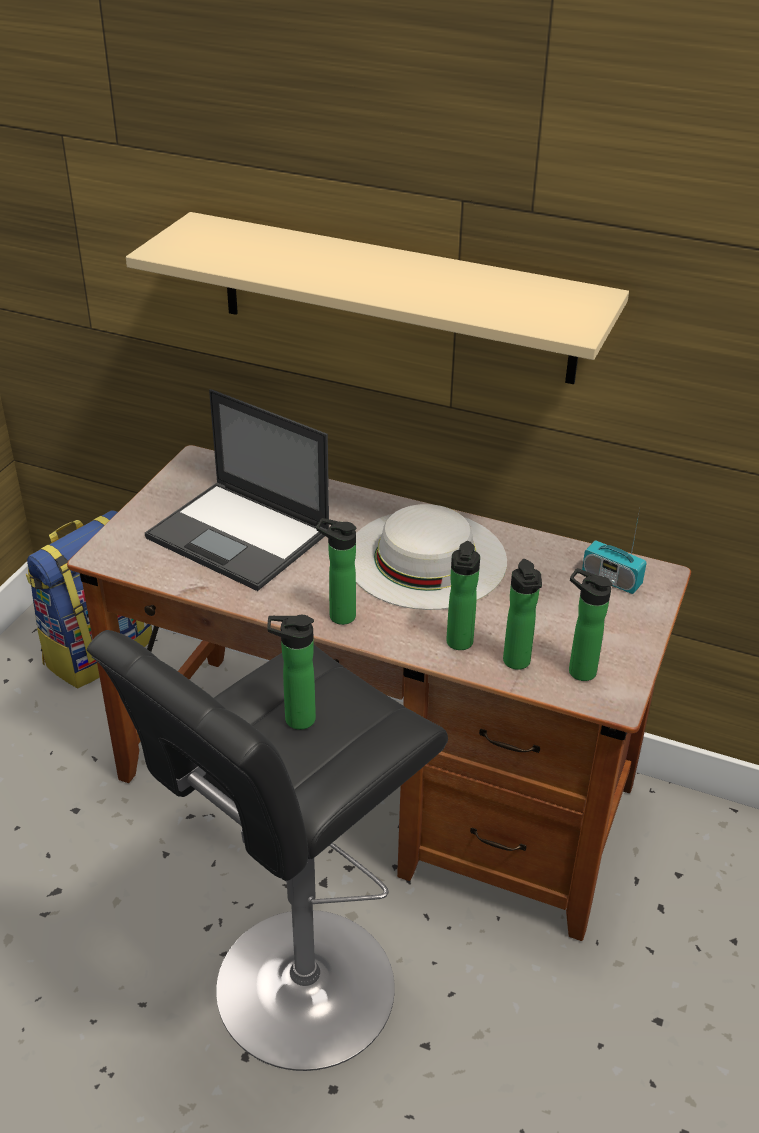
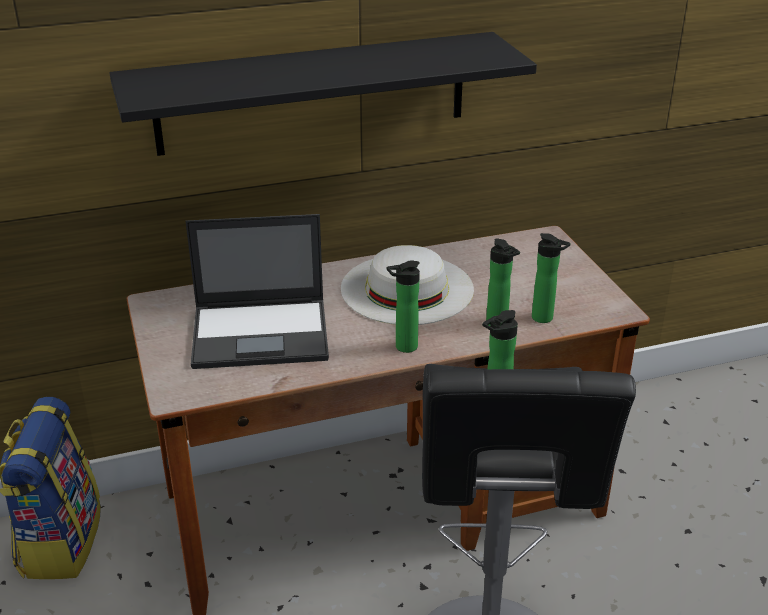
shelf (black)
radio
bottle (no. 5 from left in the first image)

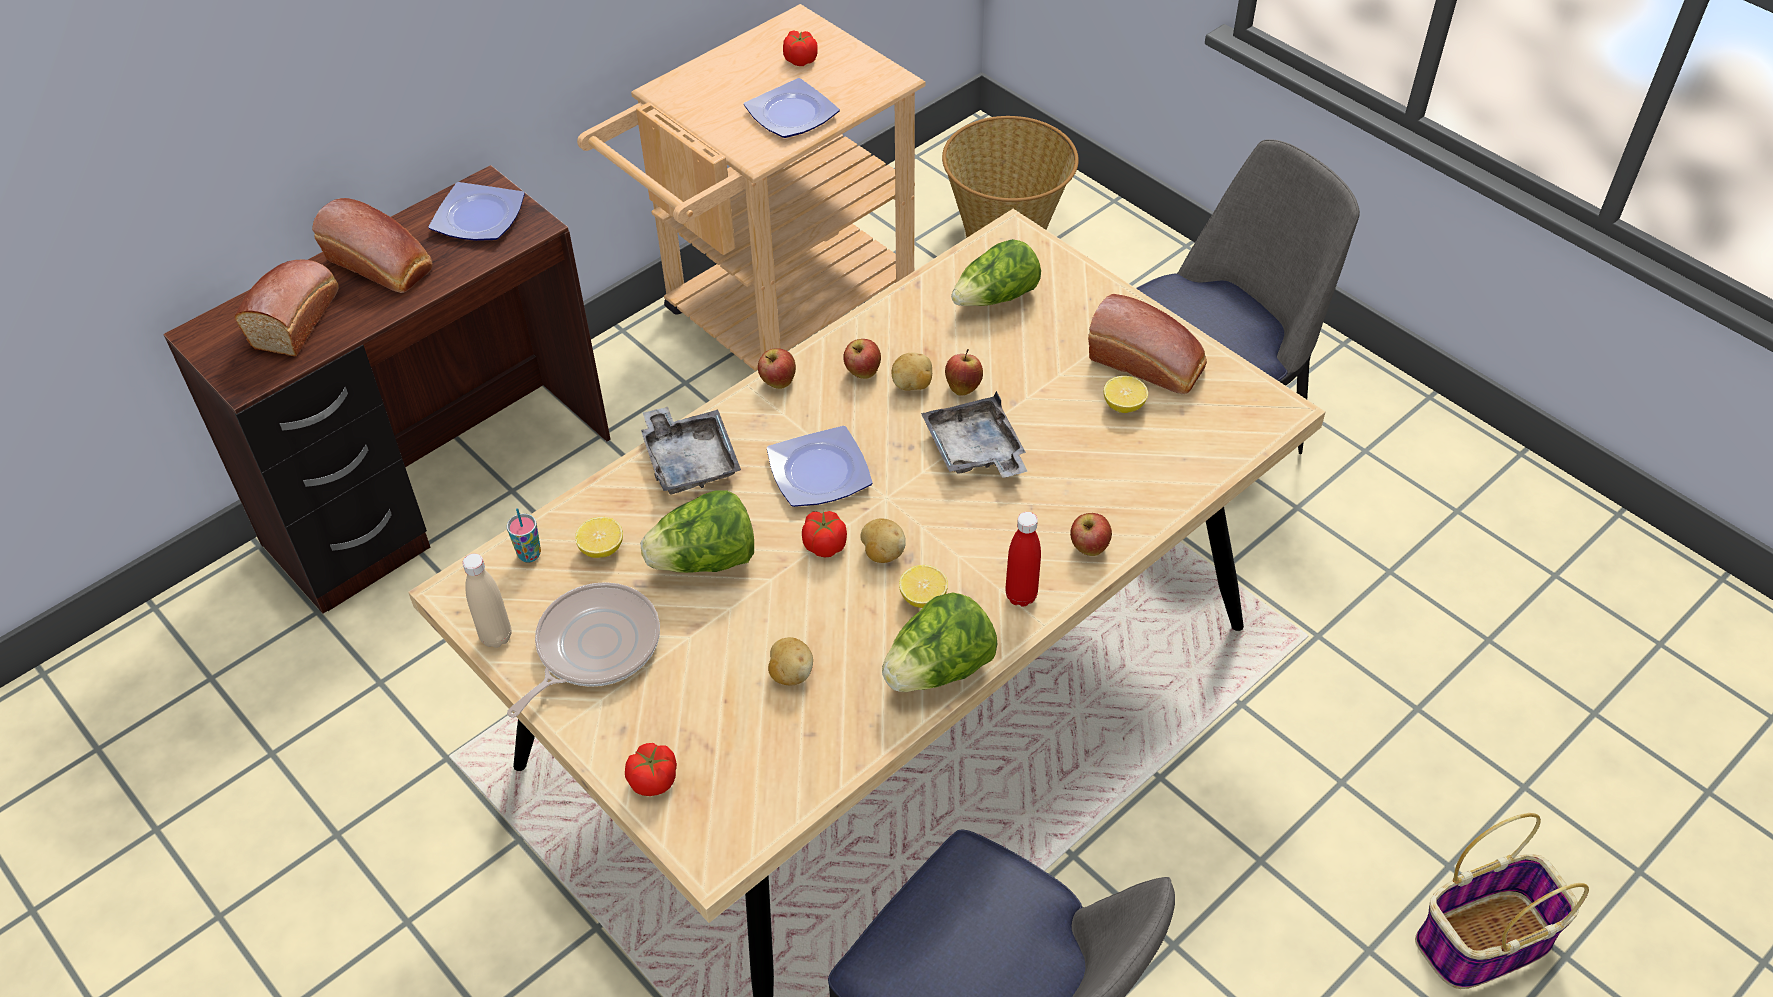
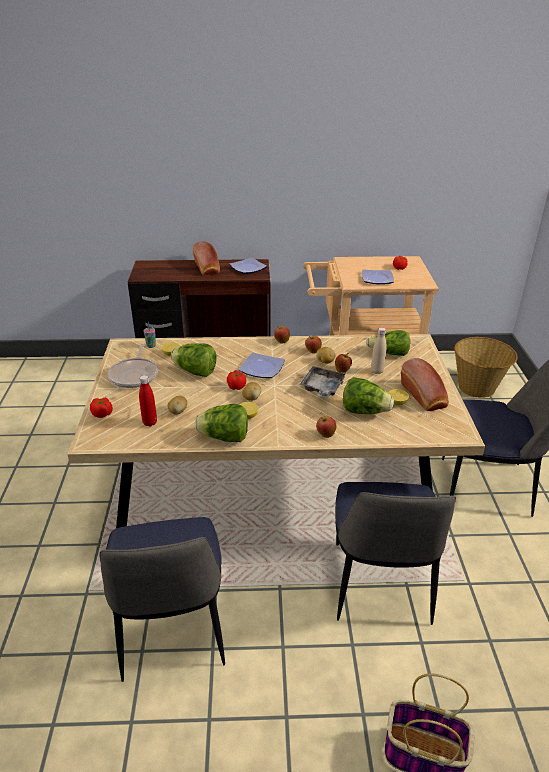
bread (no. 1 from left in the first image)
tray (grey) (no. 1 from left in the first image)
bottle (red)
bottle (beige)
frying pan
lettuce (no. 3 from left)
chair (no. 2 from left)

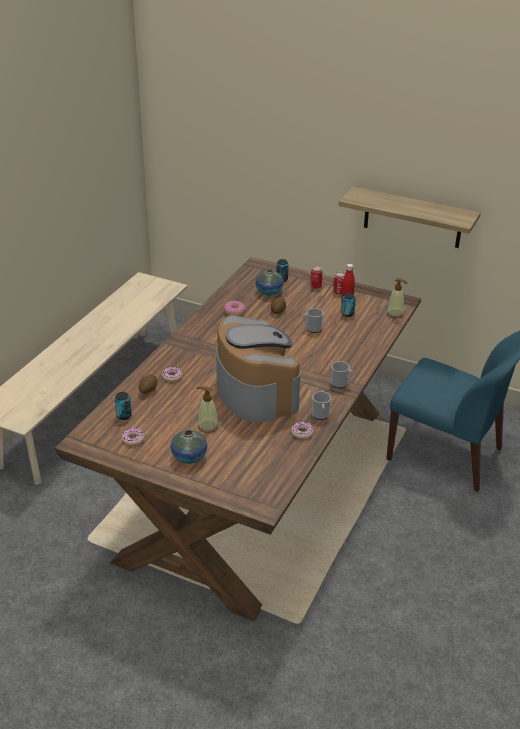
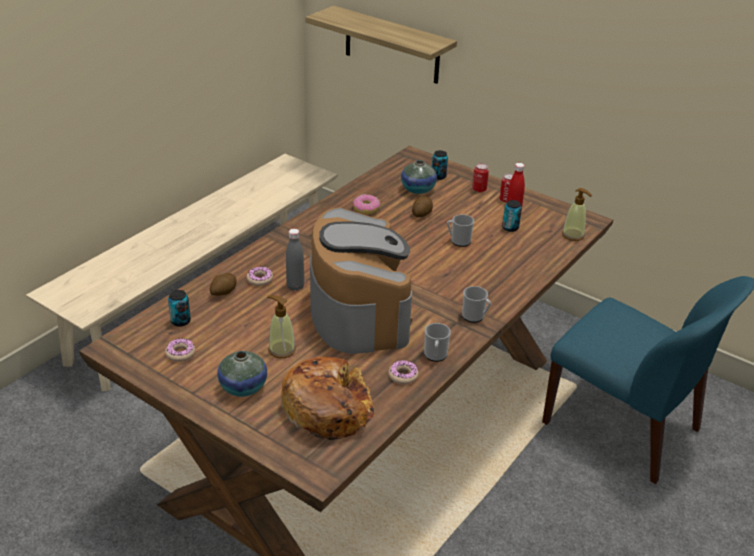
shelf
bottle (grey)
bread

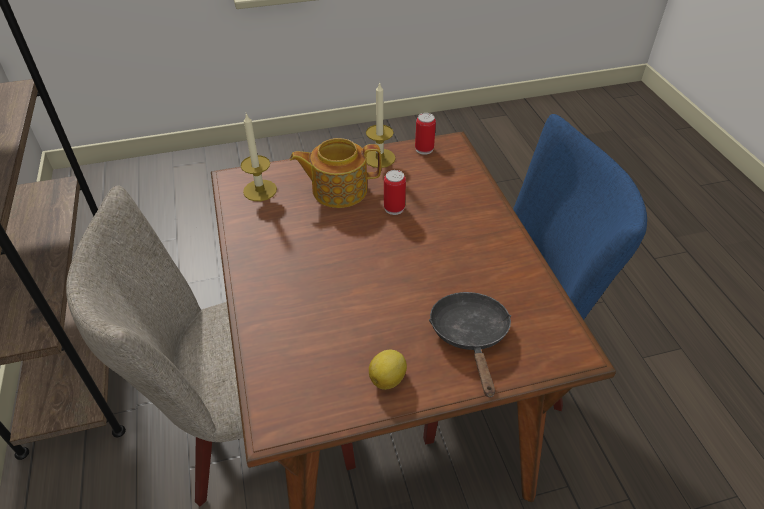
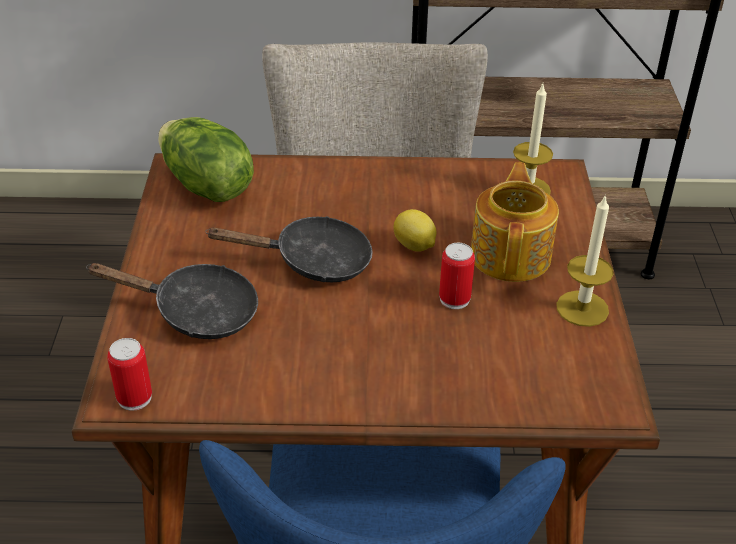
can (no. 1 from left)
lemon
lettuce
frying pan (black) (no. 2 from left)

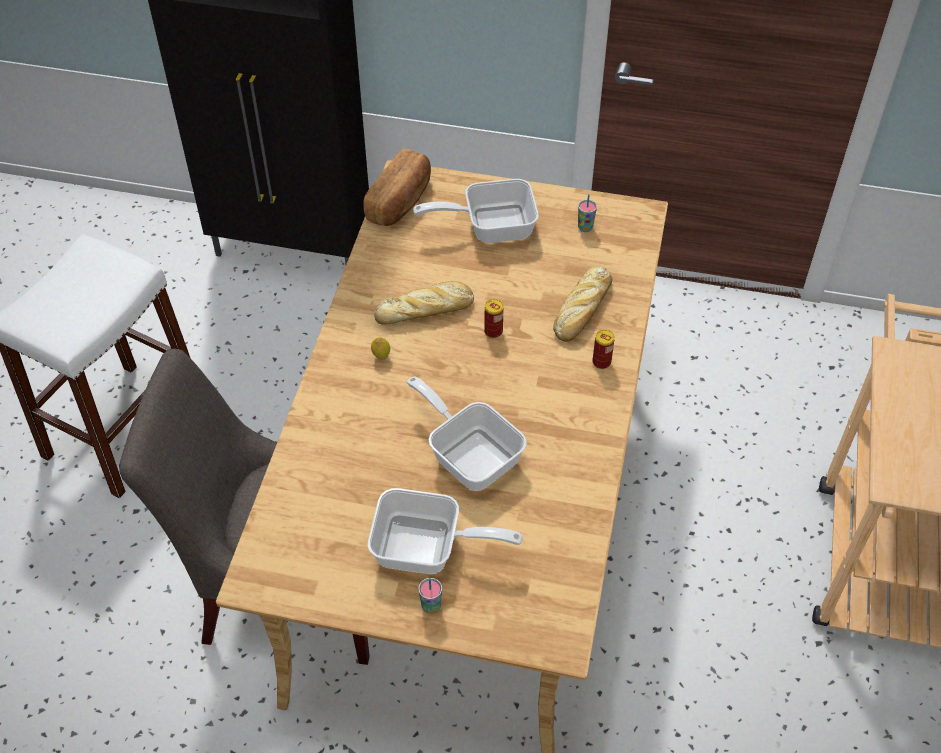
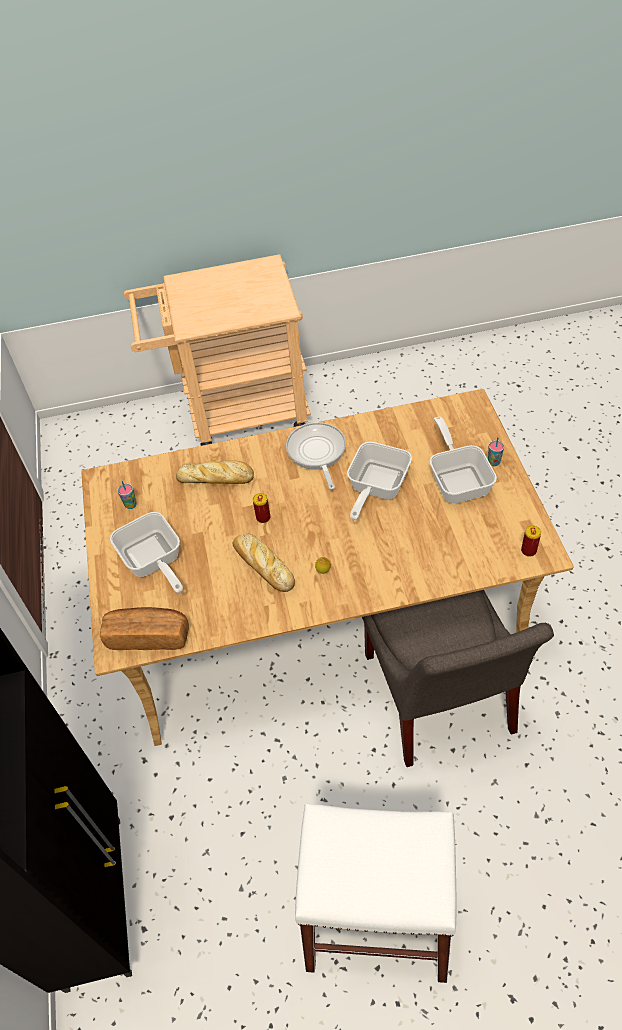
can (no. 2 from left)
frying pan (no. 2 from left)

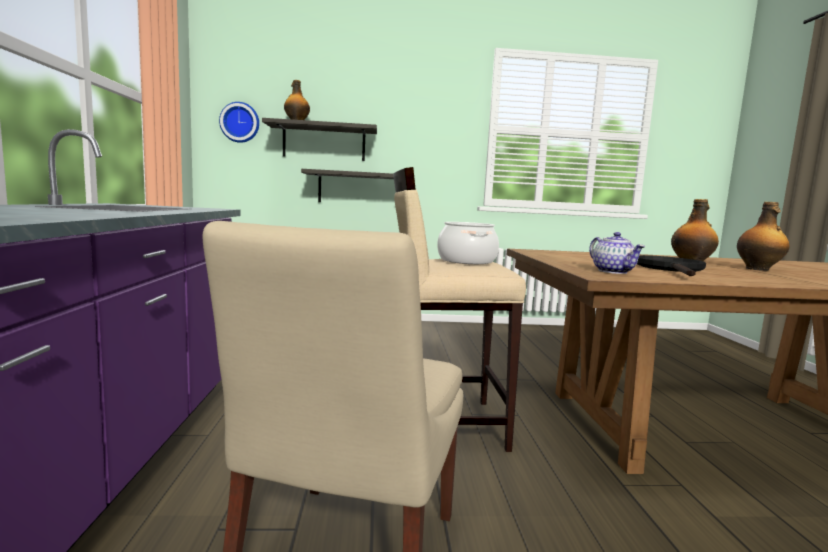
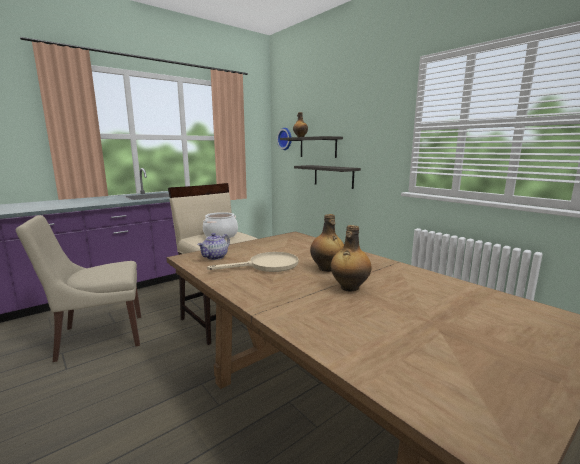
frying pan (beige)

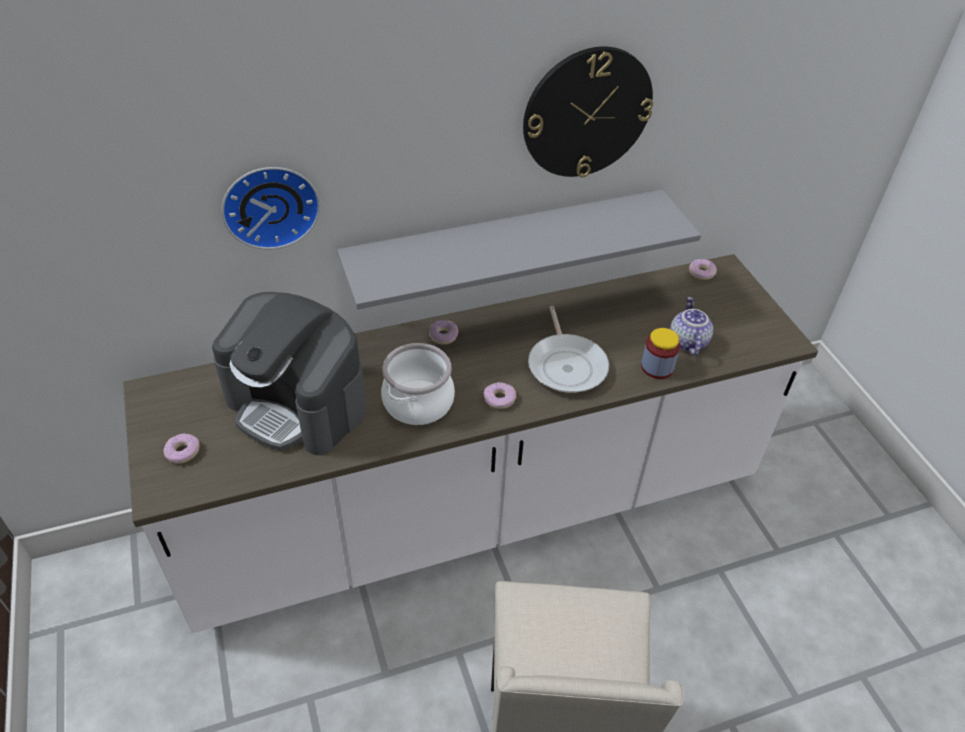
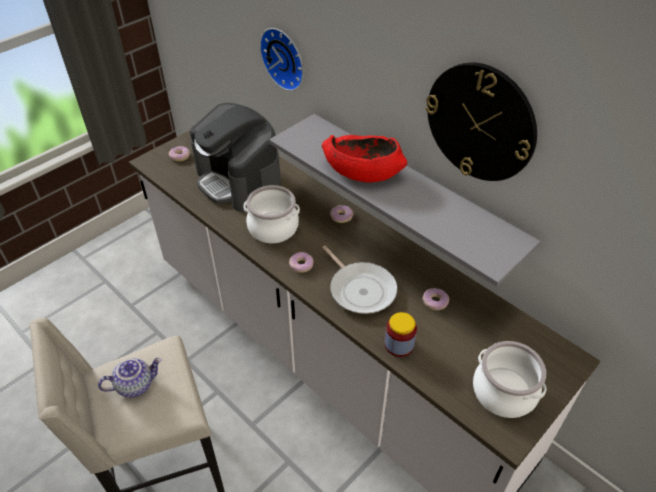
donut (no. 4 from left)
coffee machine
teapot
frying pan
bowl (red)
cooking pot (no. 2 from left)

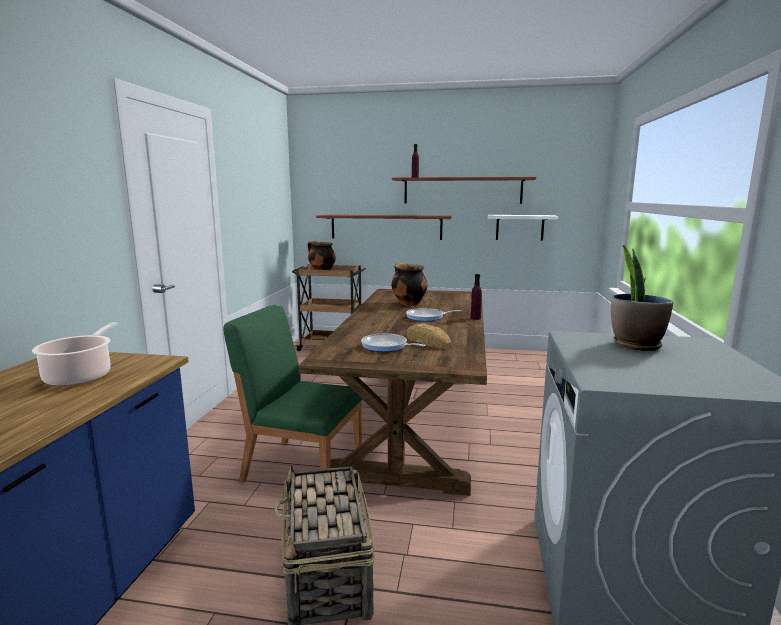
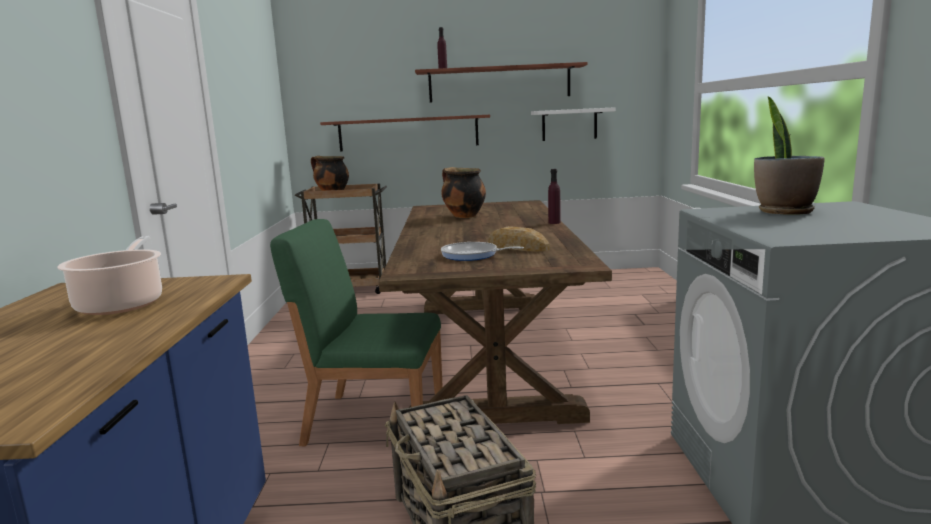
frying pan (no. 2 from left in the first image)

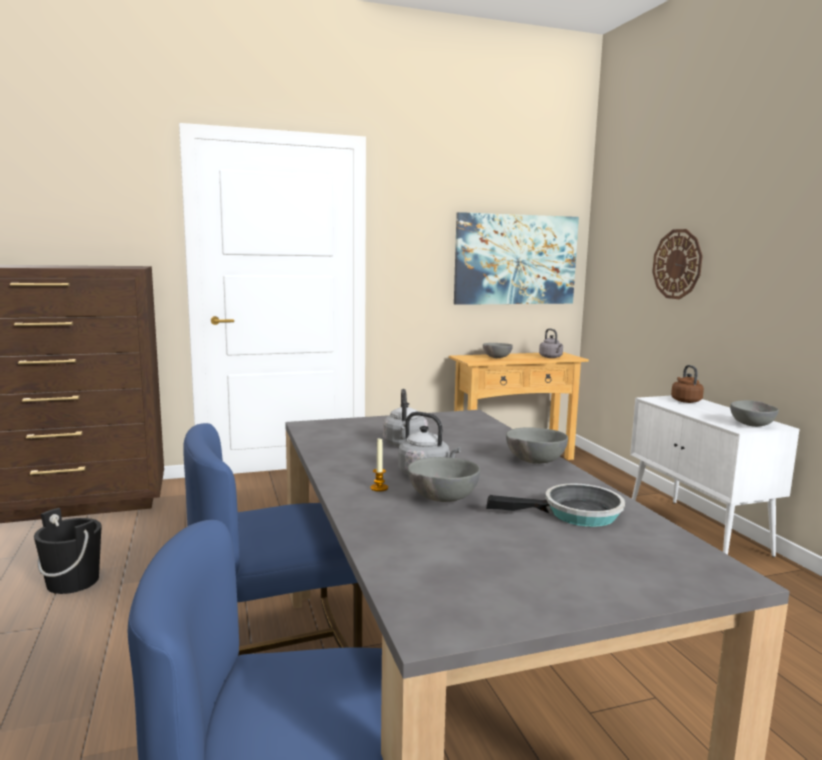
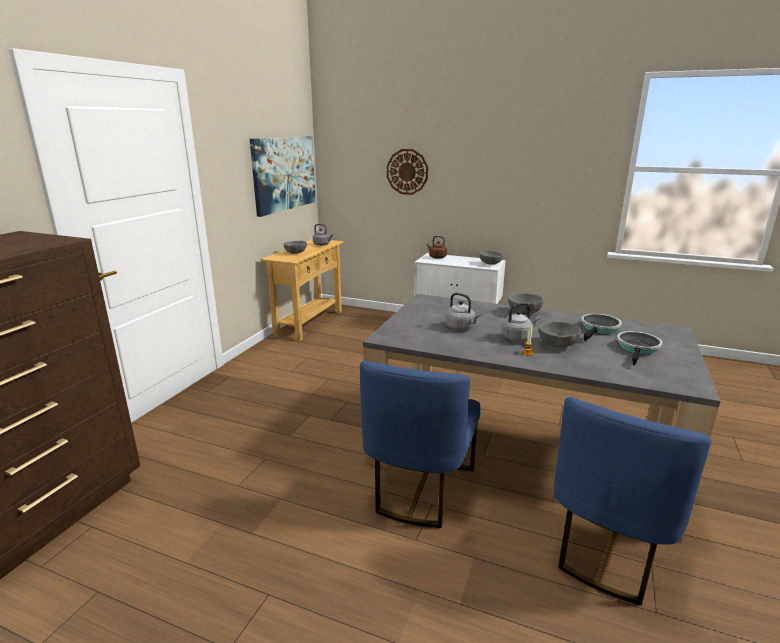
bucket (black)
frying pan (no. 2 from left)

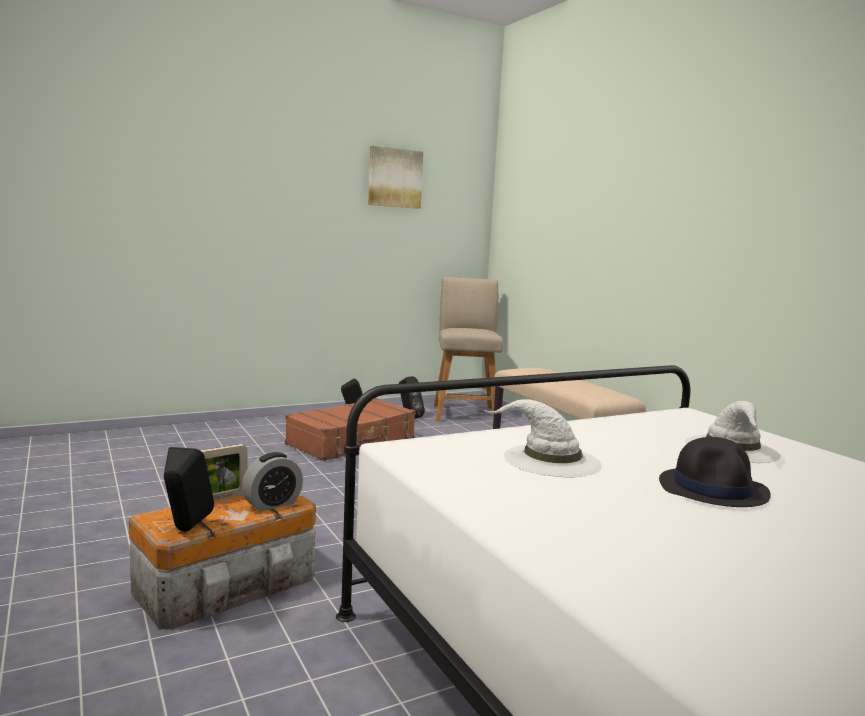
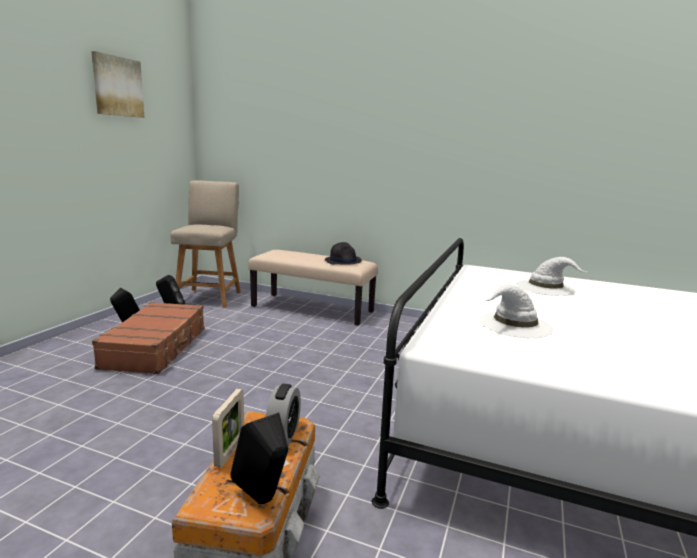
chair (beige)
hat (black)

